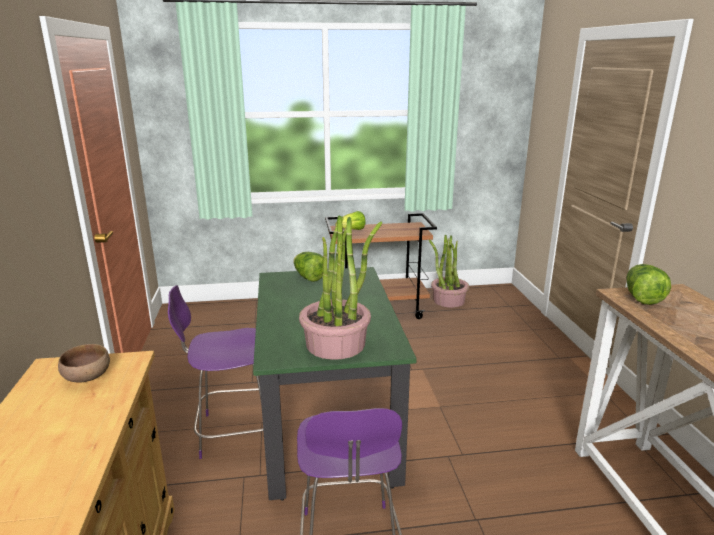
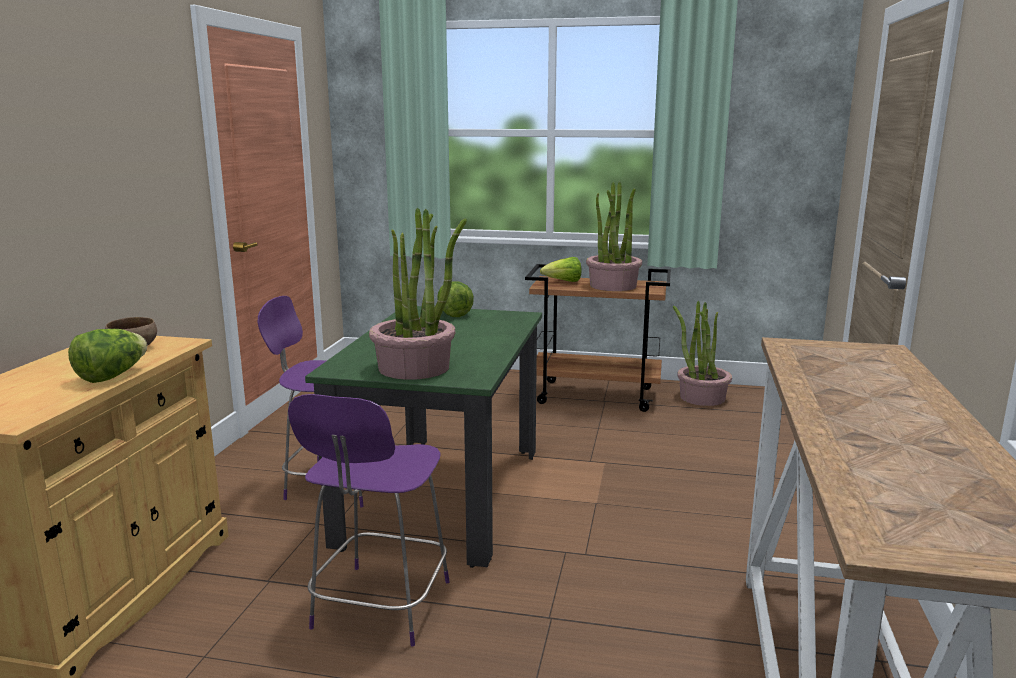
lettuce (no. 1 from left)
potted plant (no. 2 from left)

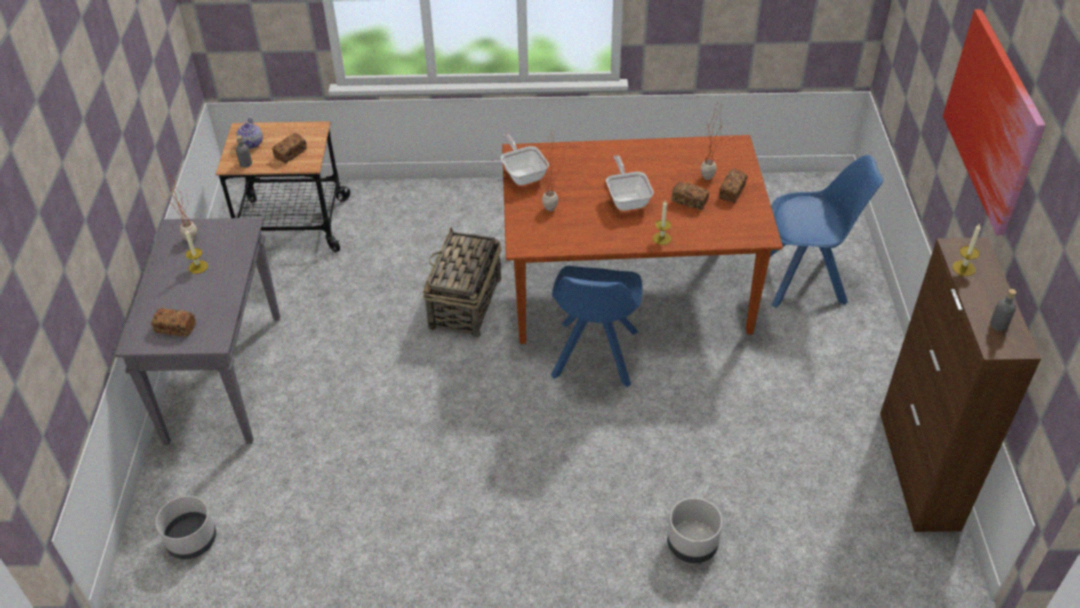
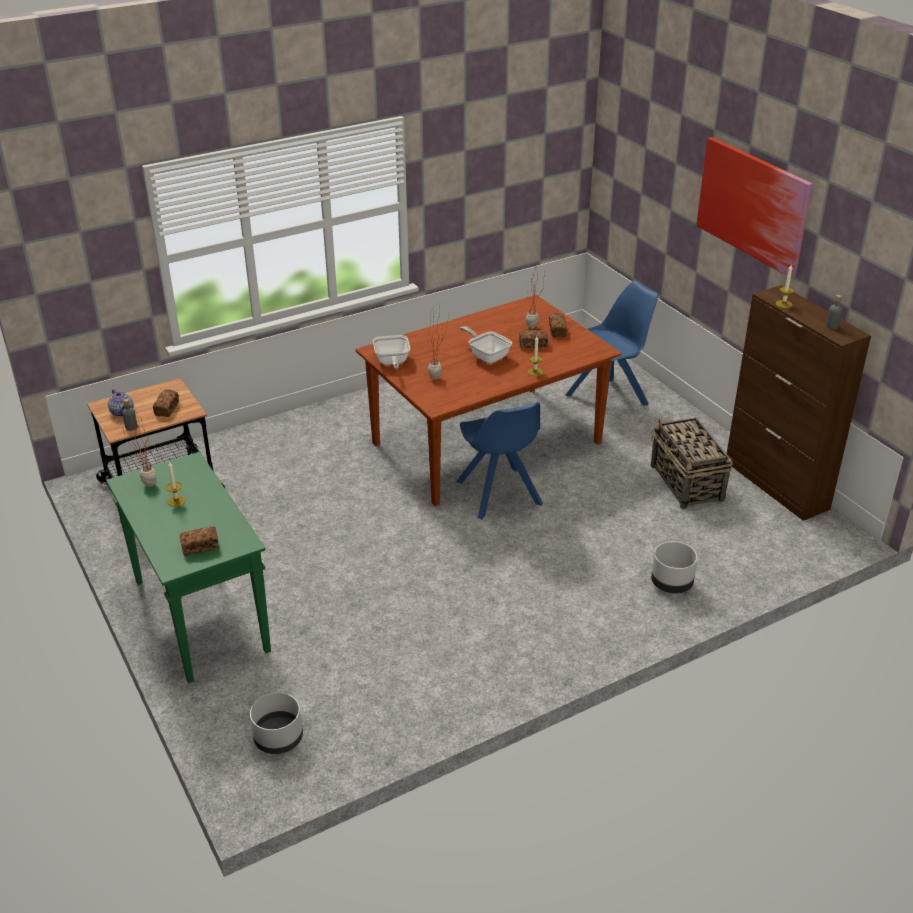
frying pan (no. 1 from left)
console table (green)
basket

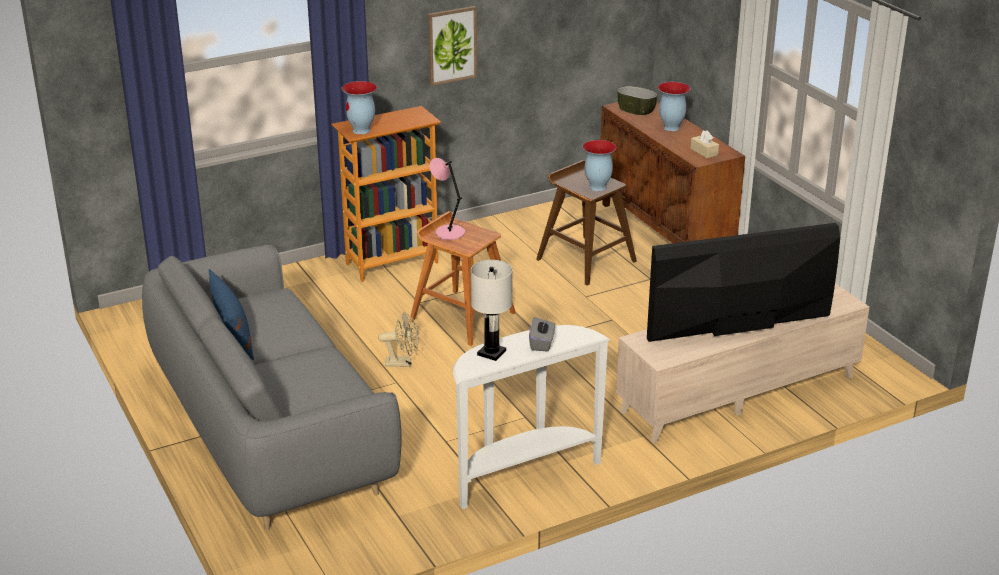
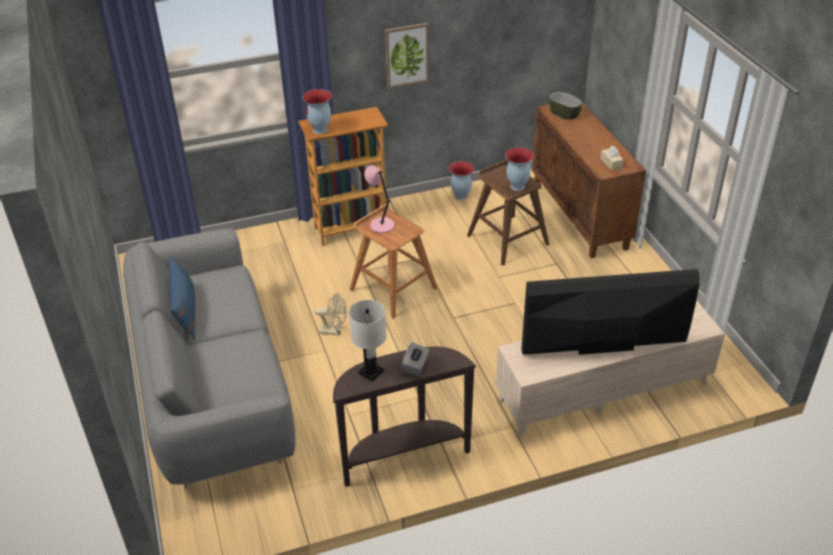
vase (no. 2 from left)
console table (brown)

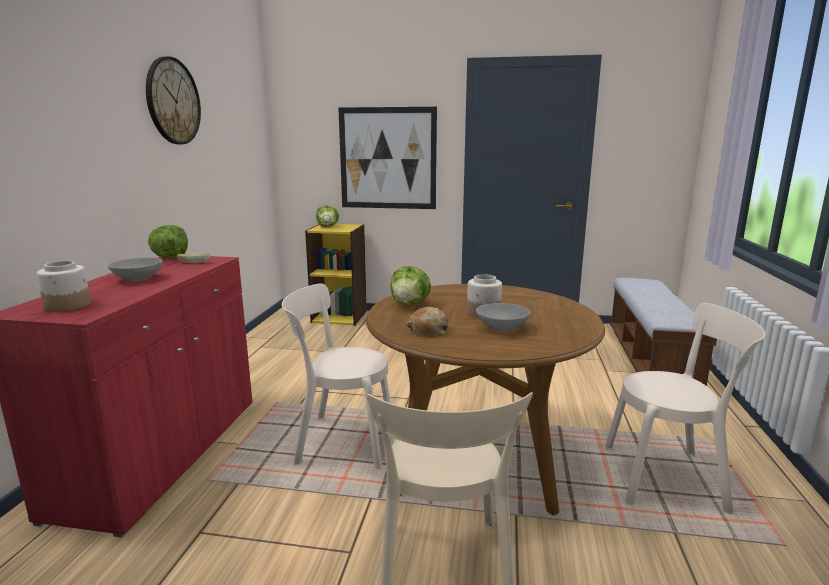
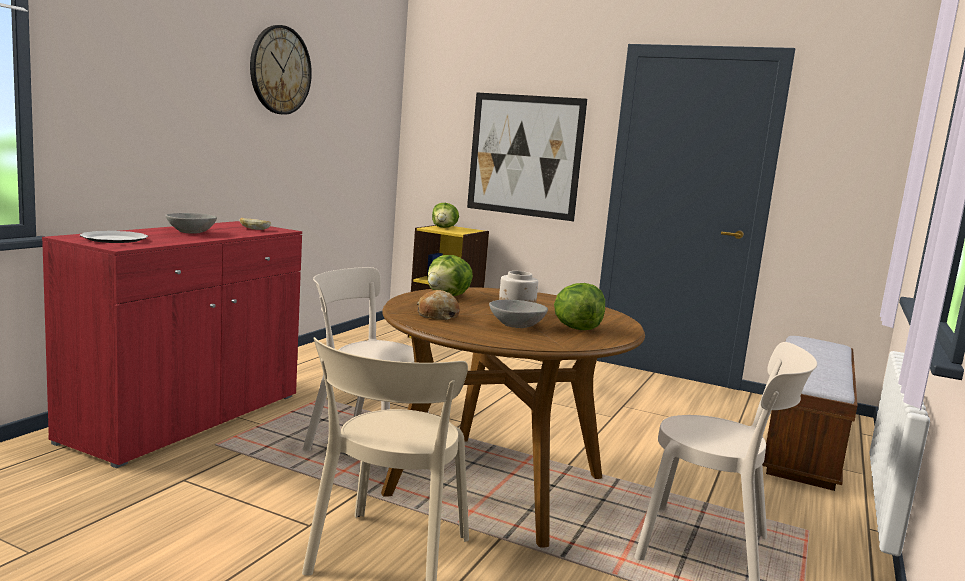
lettuce (no. 3 from left)
plate

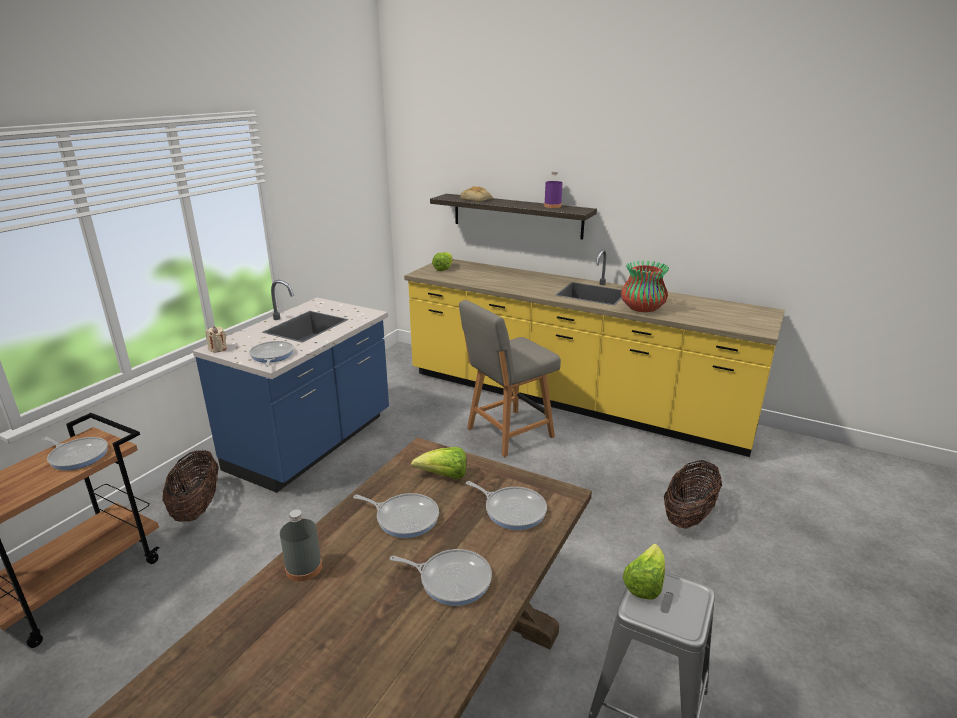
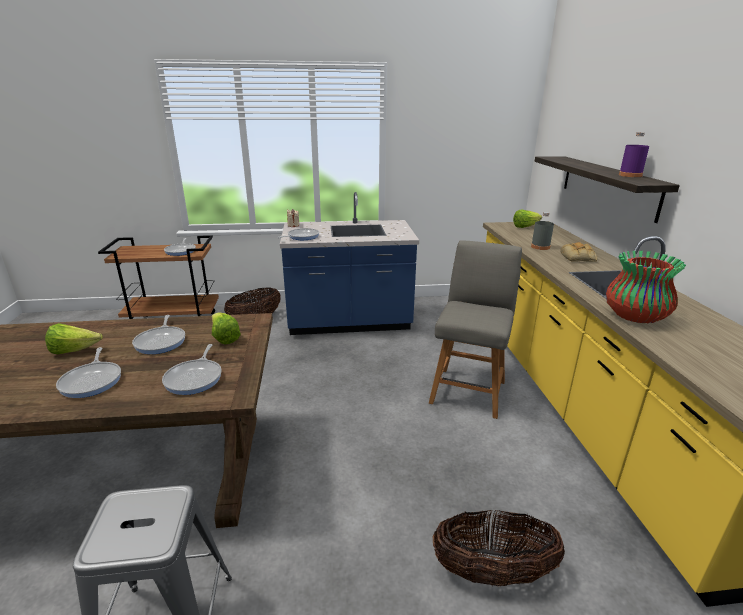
bread
chair (grey)
bottle (grey)
lettuce (no. 1 from left)

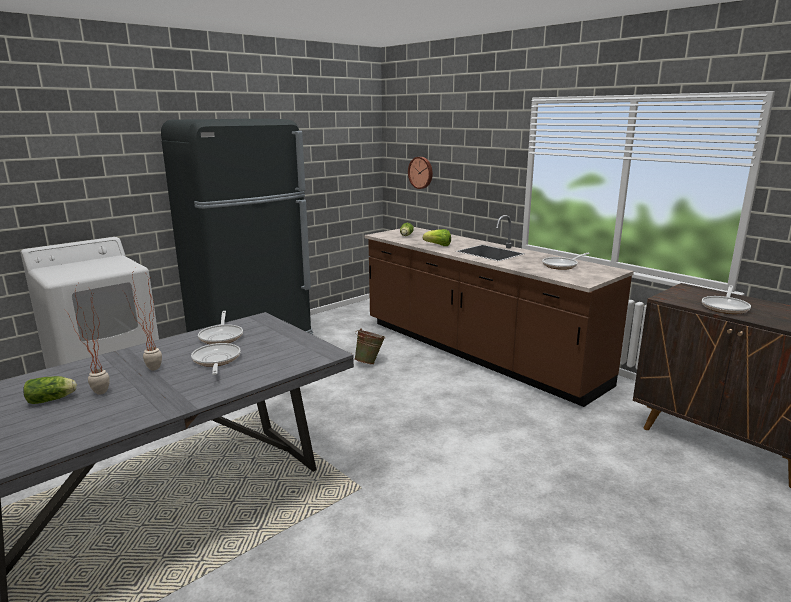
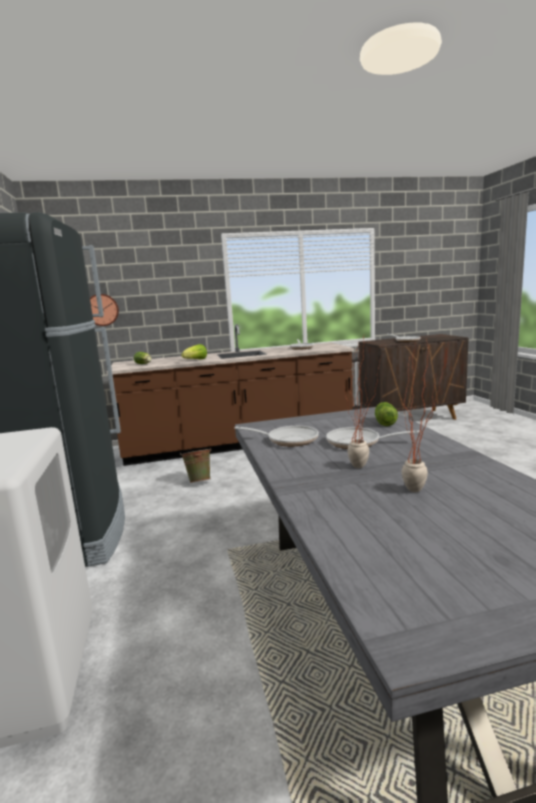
lettuce (no. 3 from left)

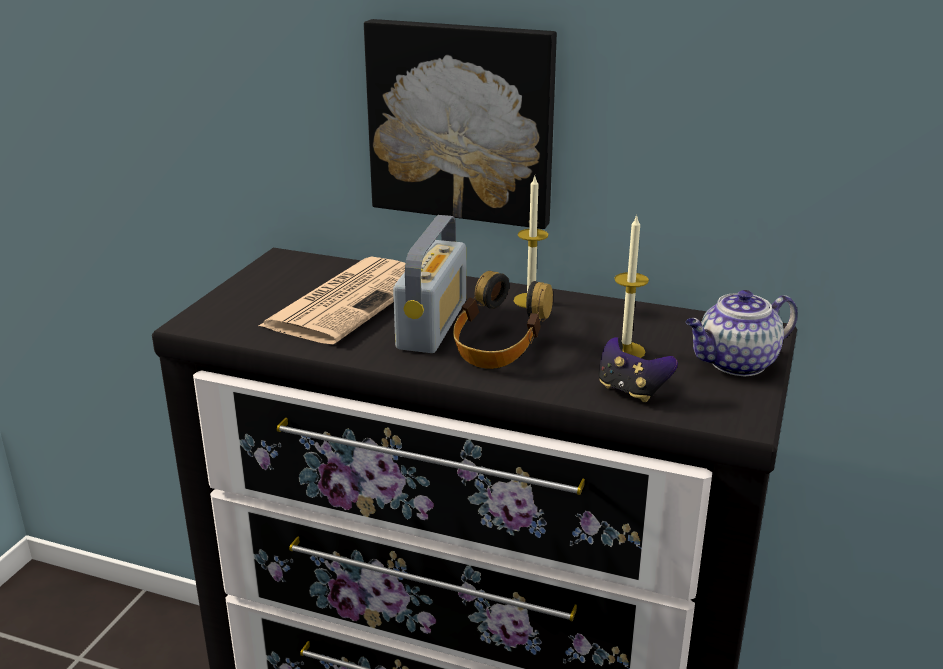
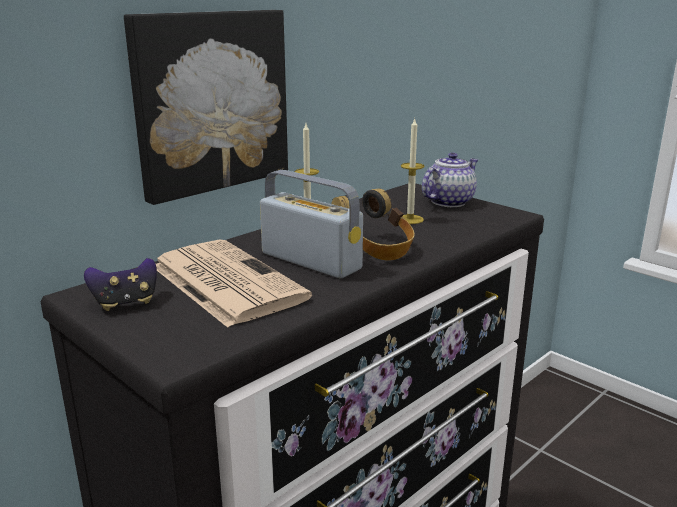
teapot
game controller

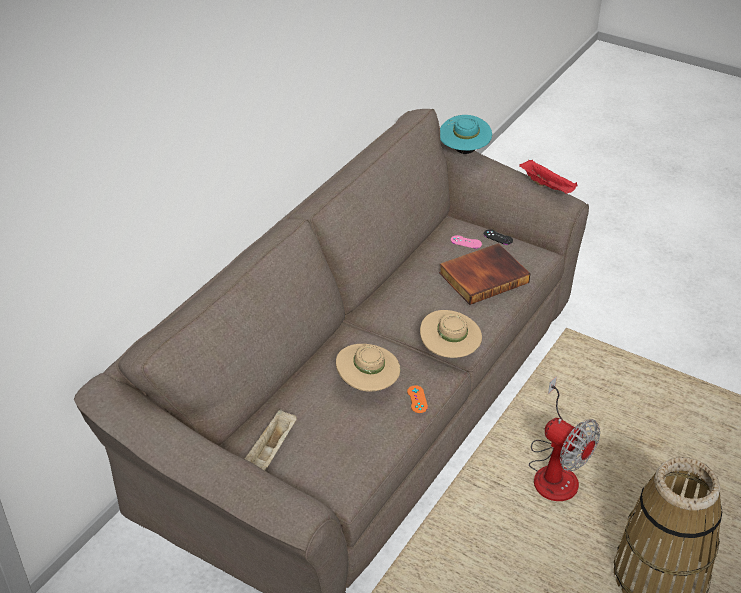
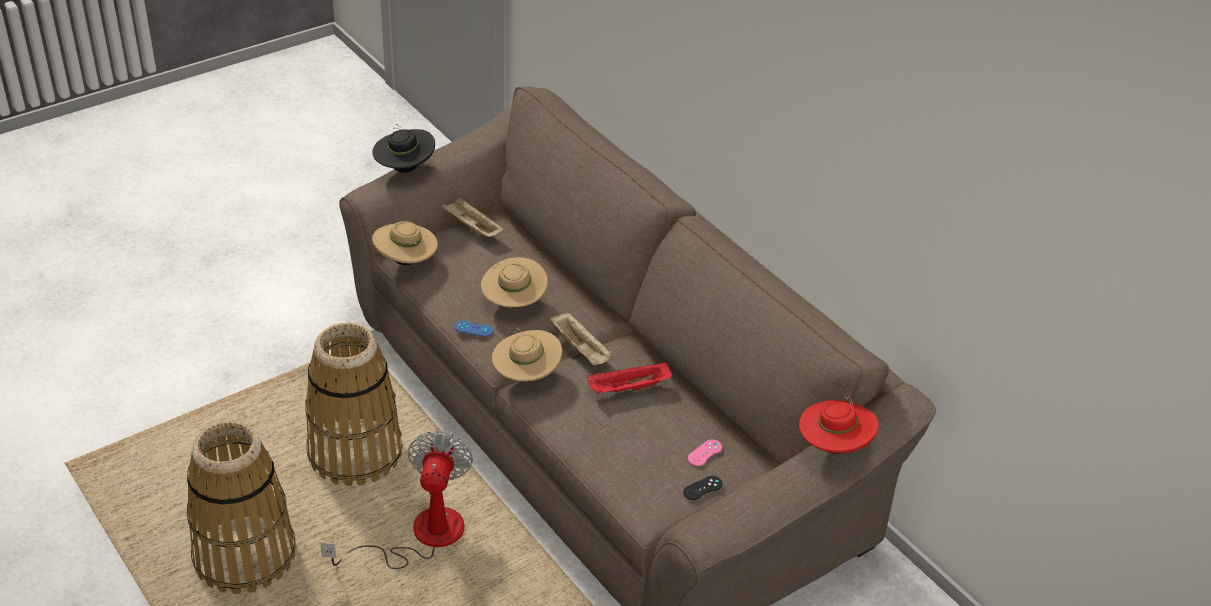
hat (red)
tray (red)
book
fan
game controller (blue)
hat (black)
hat (beige) (no. 1 from left)
tray (beige) (no. 2 from left)
basket (no. 2 from left)

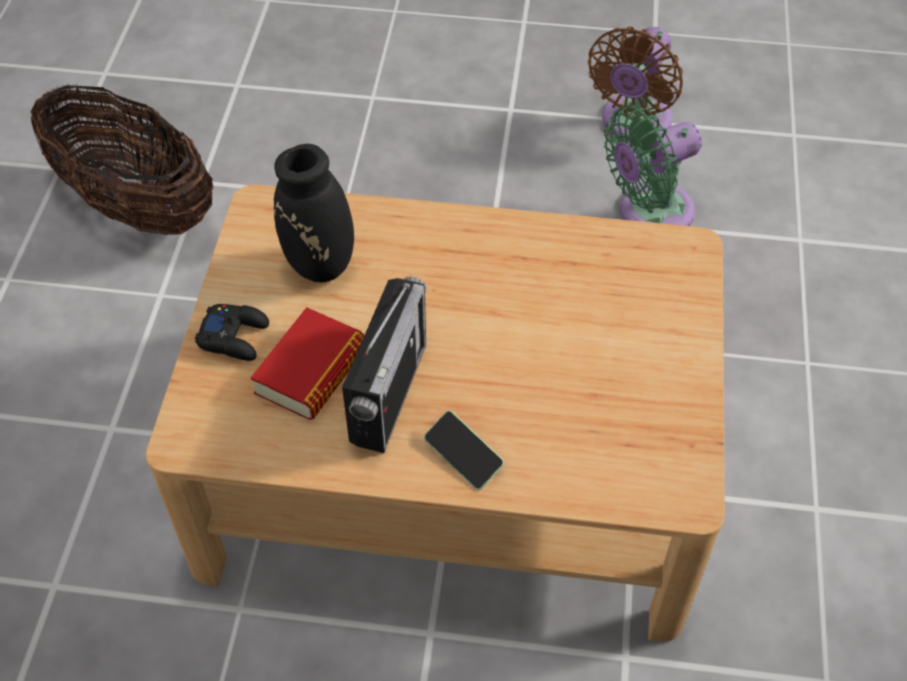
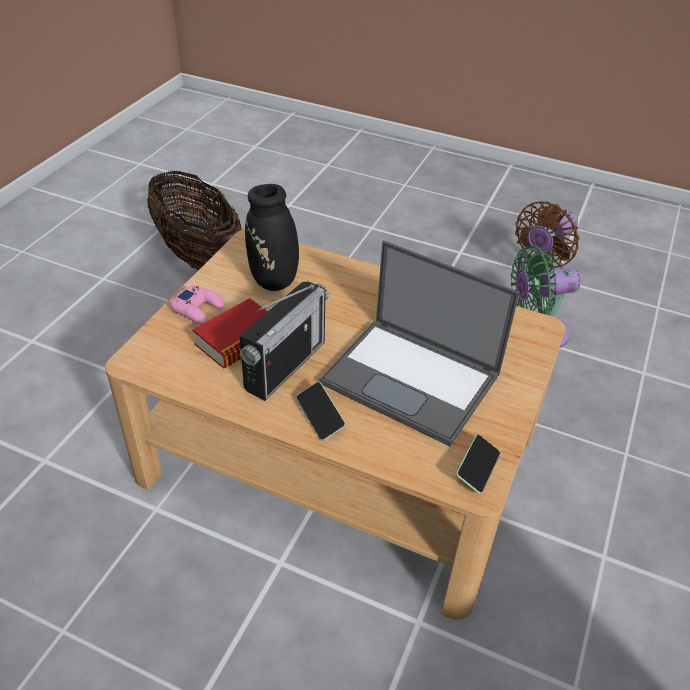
game controller (pink)
laptop
phone (no. 2 from left)

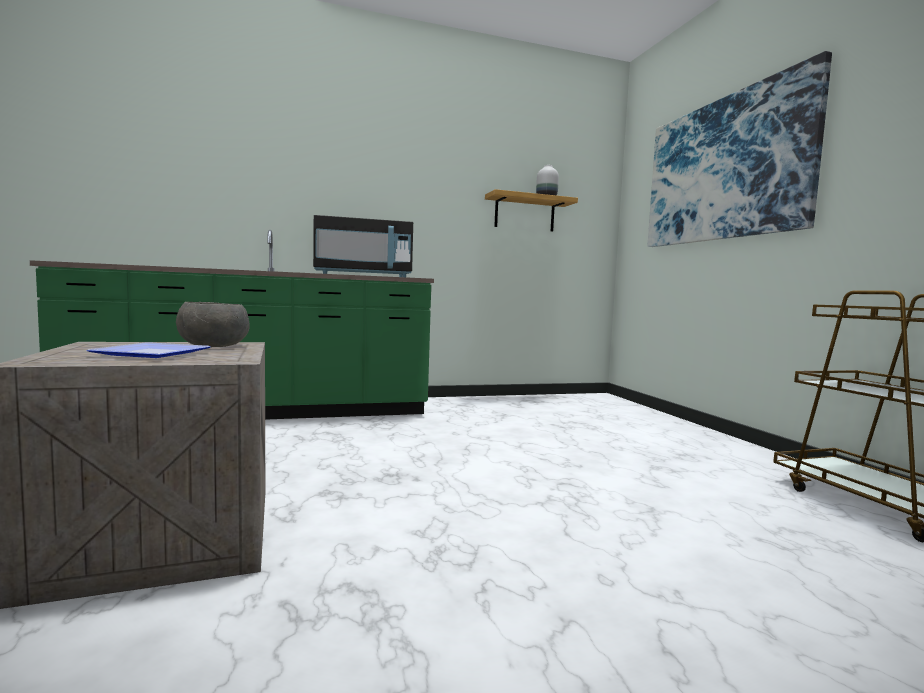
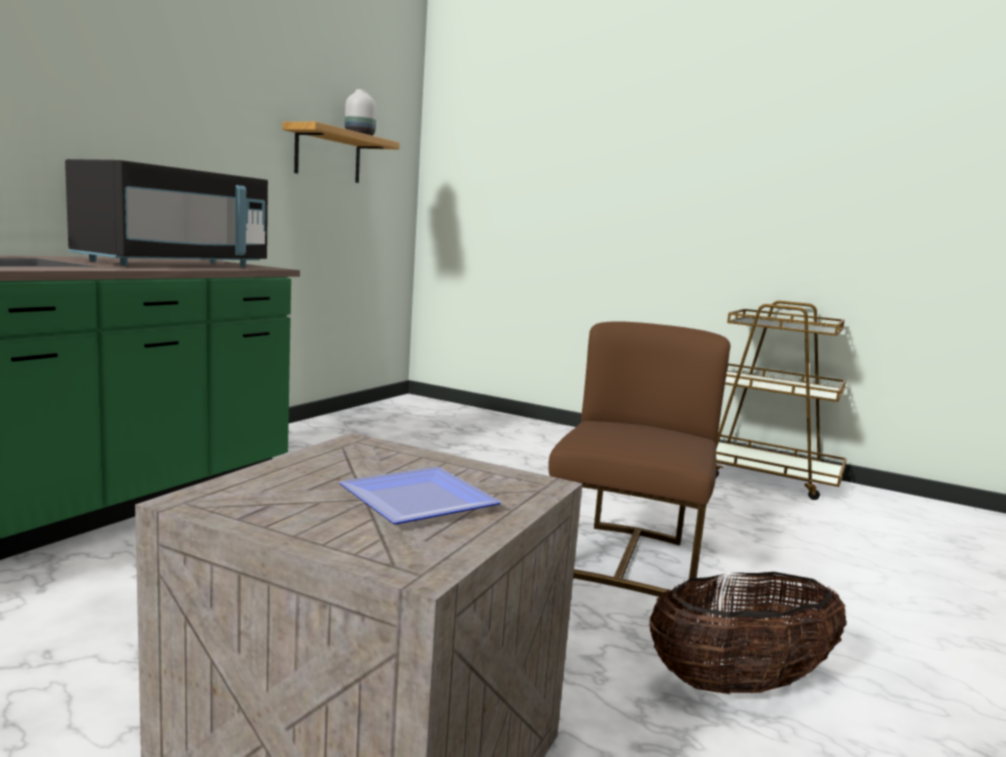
picture
bowl (grey)
chair (brown)
basket

